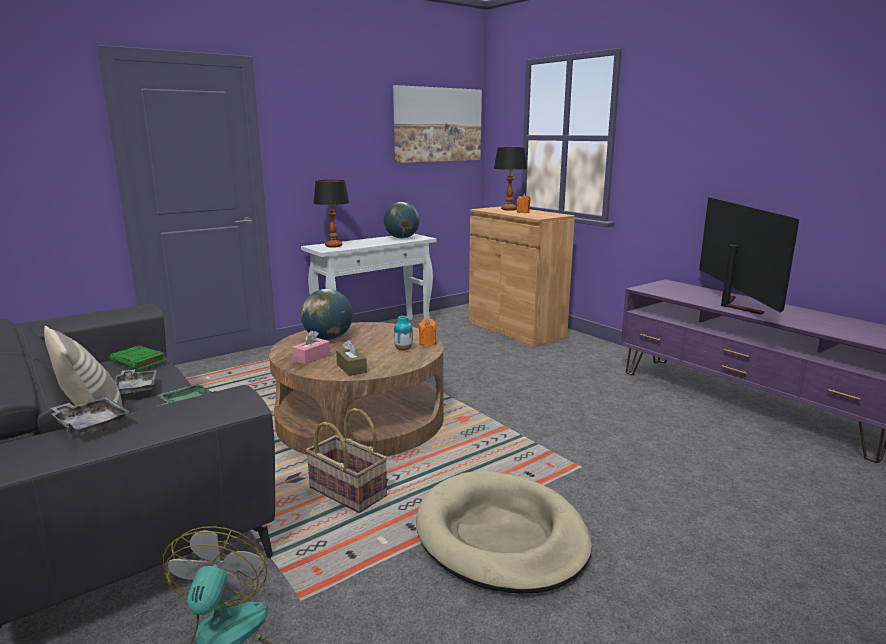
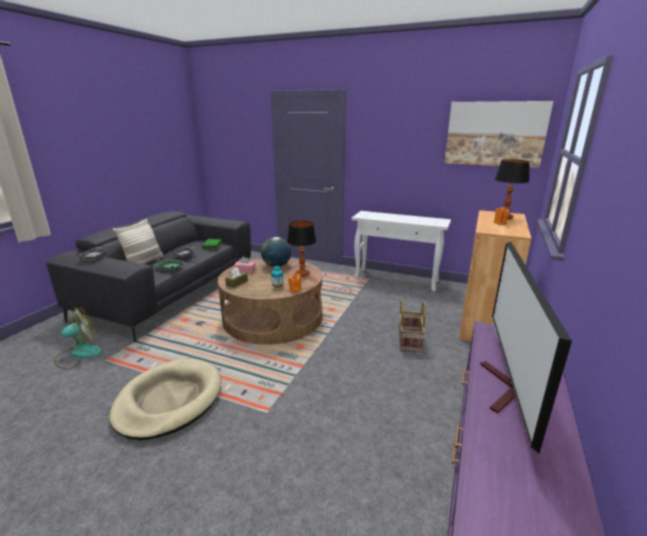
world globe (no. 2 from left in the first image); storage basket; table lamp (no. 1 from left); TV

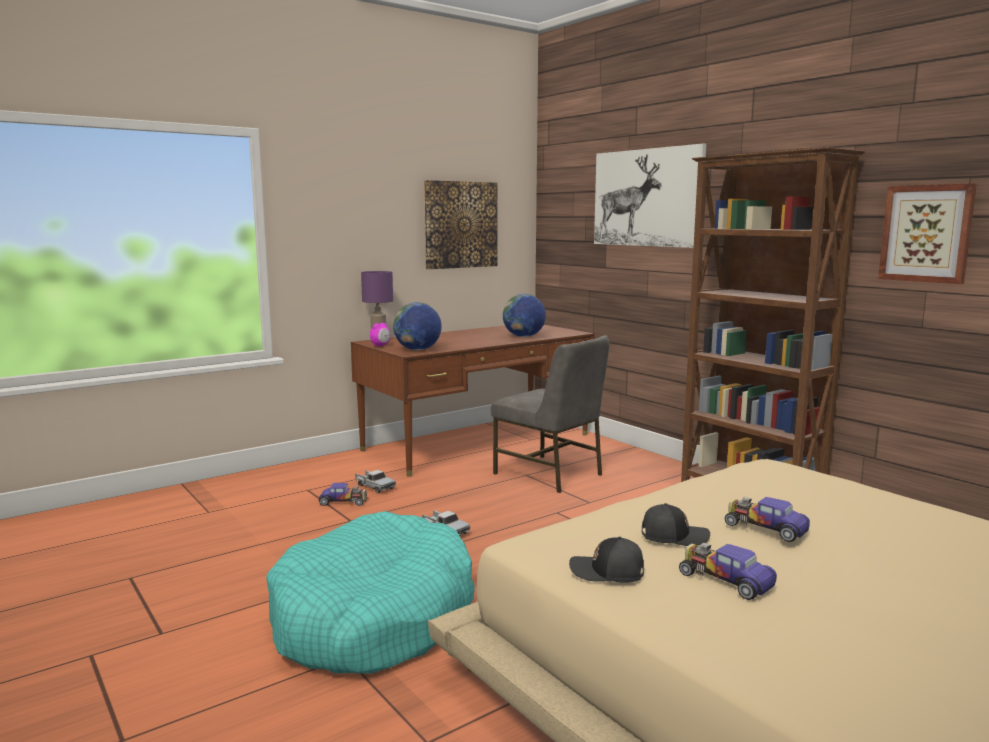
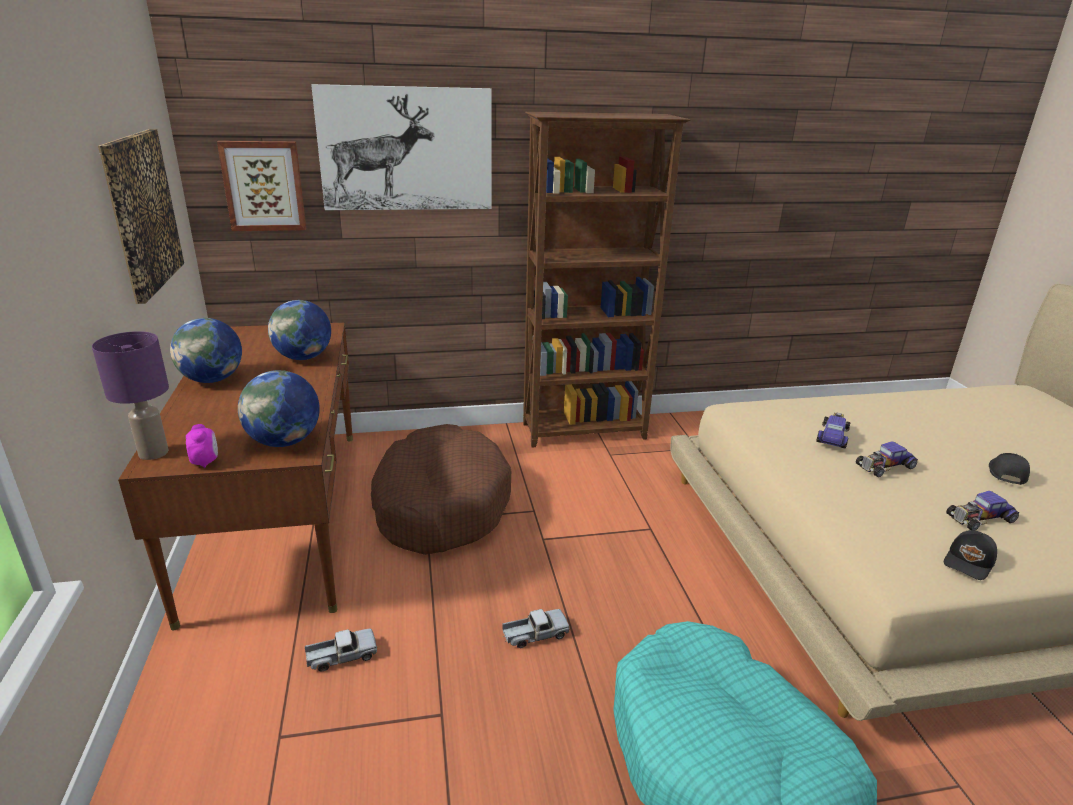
world globe (no. 1 from left); toy car (no. 1 from left); blackish cap (no. 2 from left); wall picture (no. 2 from left); brown dog bed

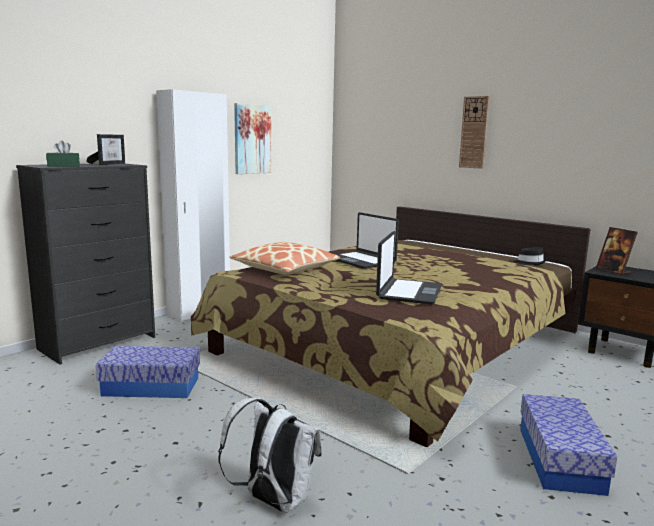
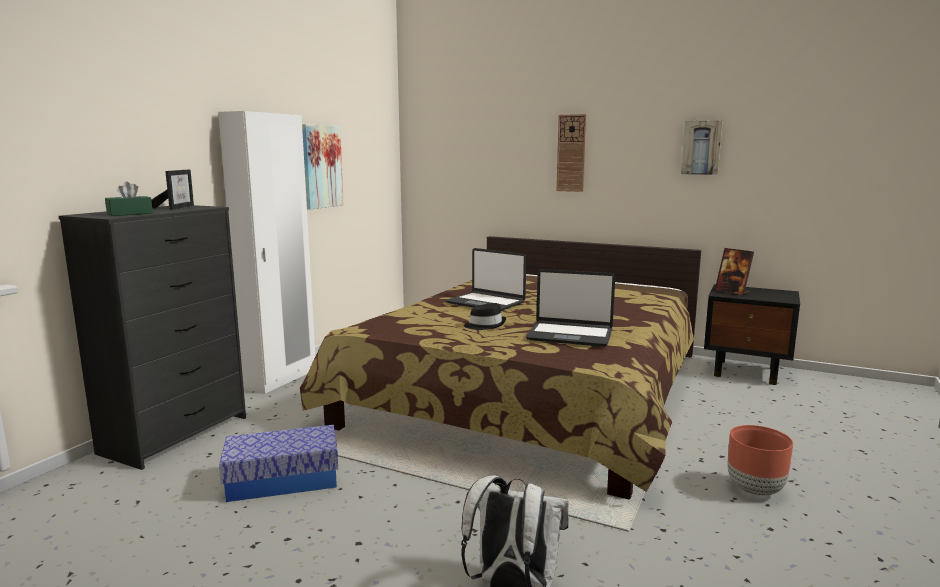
cushion; wall picture (no. 2 from left); blackish wearable hat; brown plant pot; portable computer (no. 2 from left)

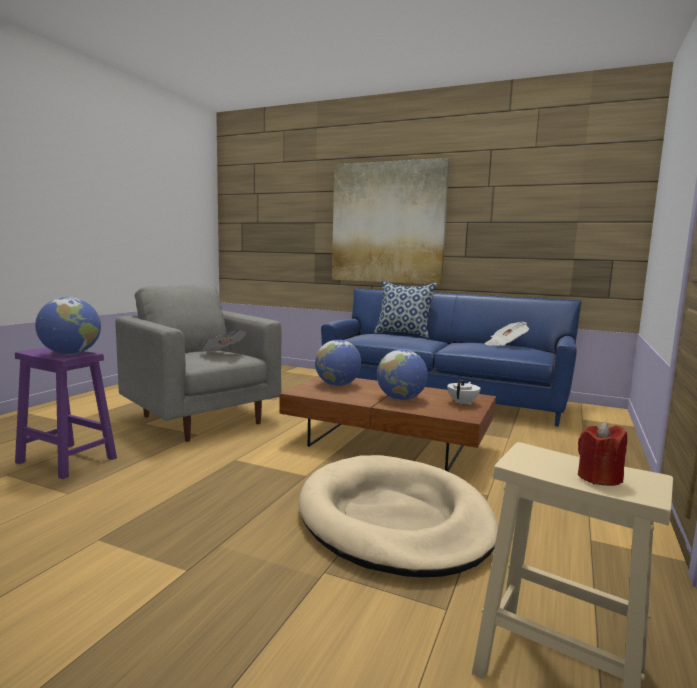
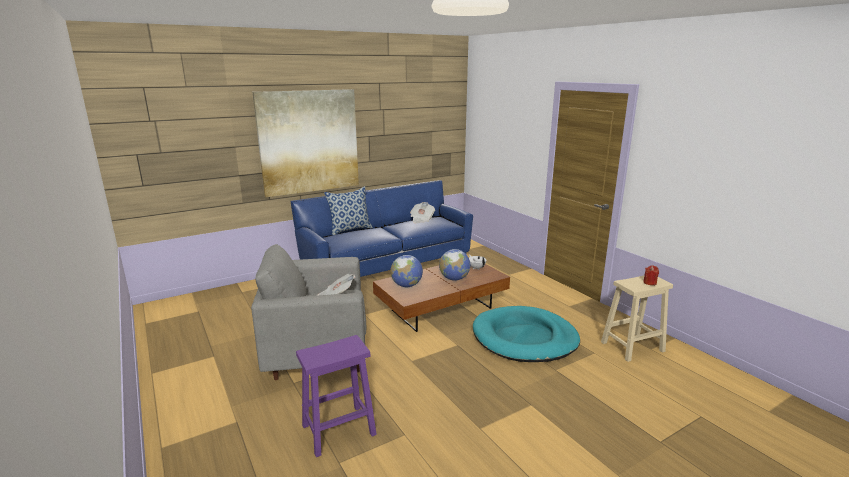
world globe (no. 1 from left in the first image); turquoise-coloured dog bed

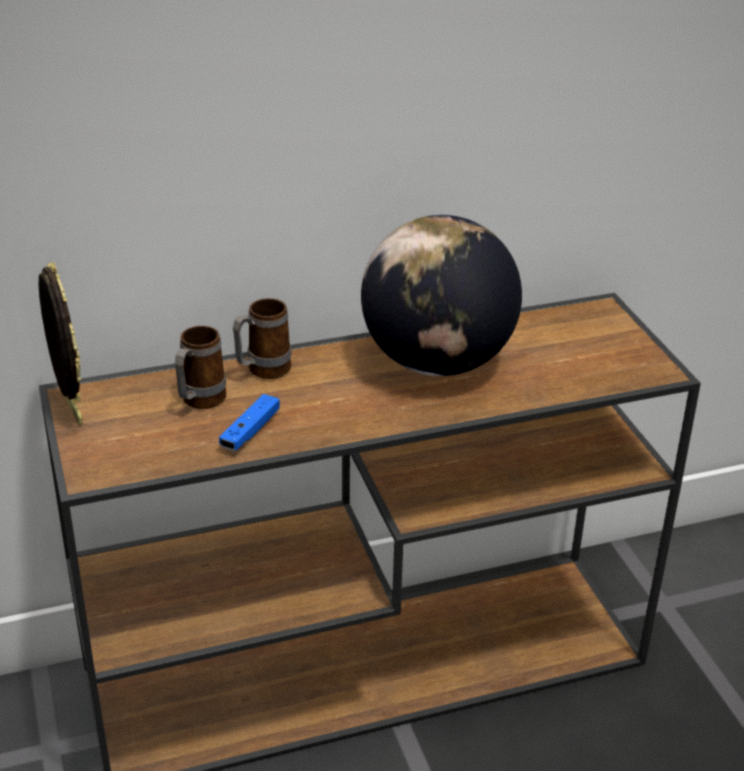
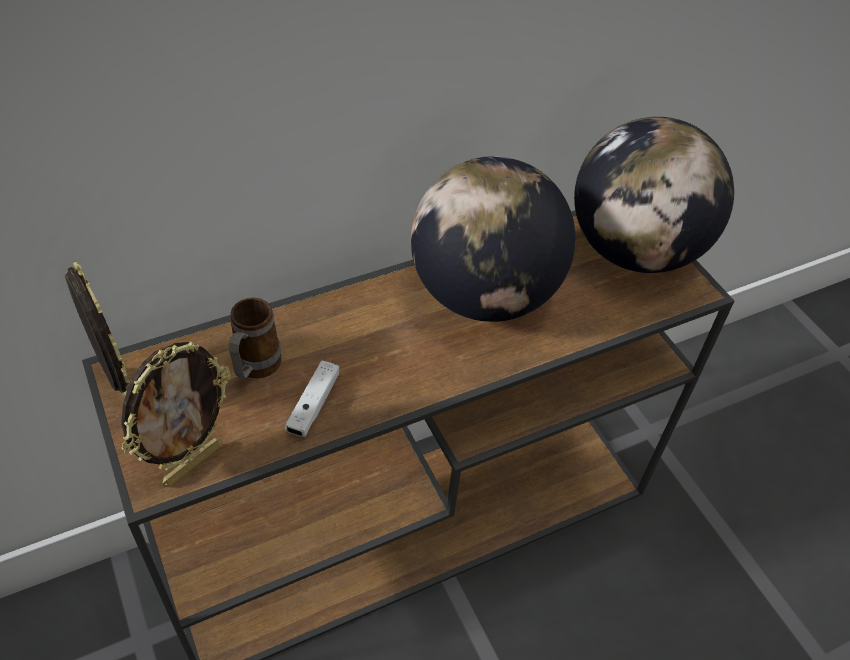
coffee mug (no. 2 from left in the first image); photo frame (no. 2 from left); world globe (no. 2 from left); white-coloured game controller

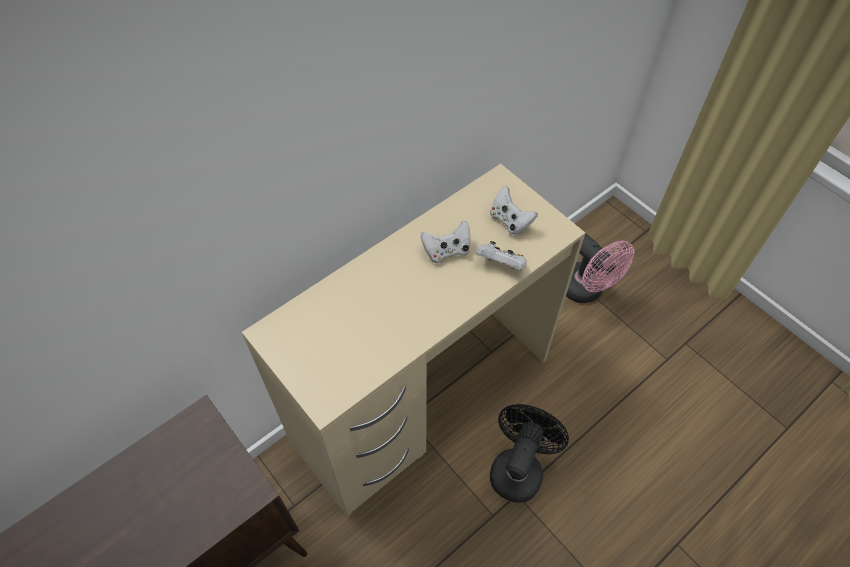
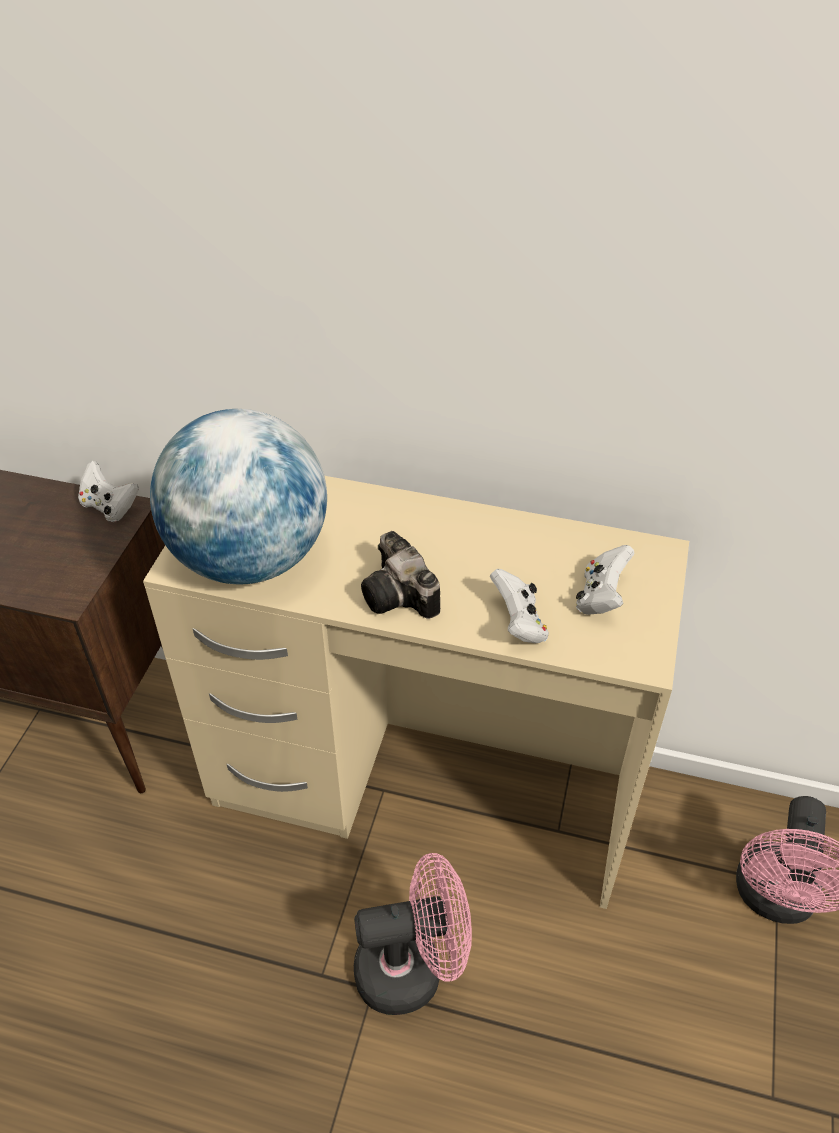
world globe; still camera; white-coloured game controller (no. 1 from left); pink fan (no. 1 from left)

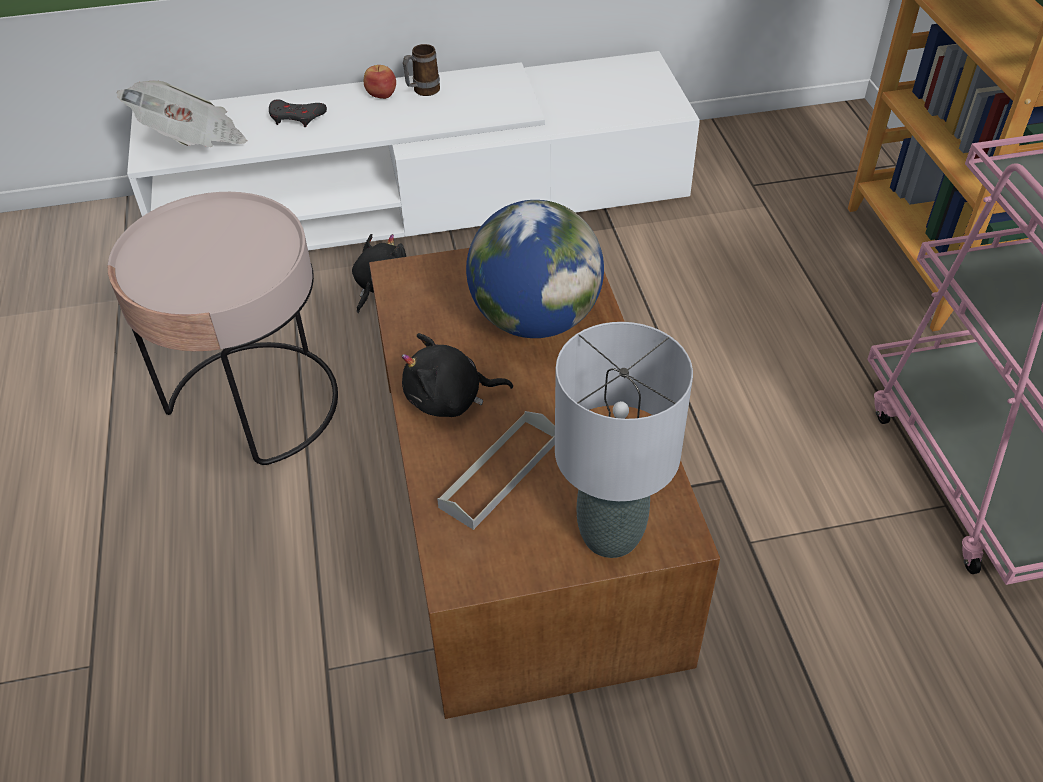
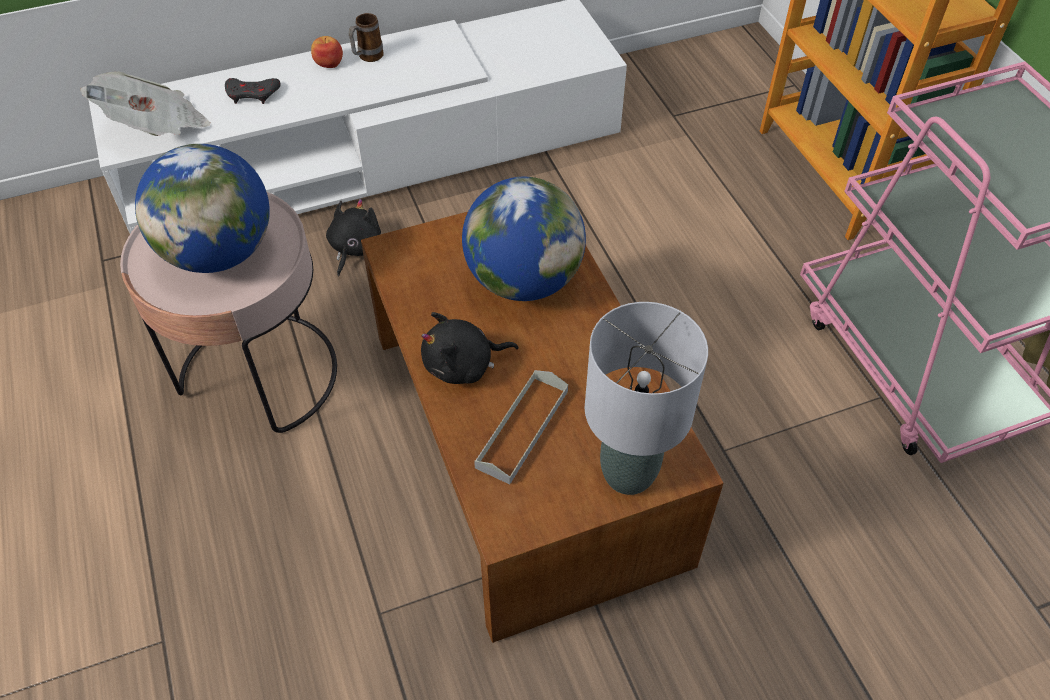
world globe (no. 1 from left)

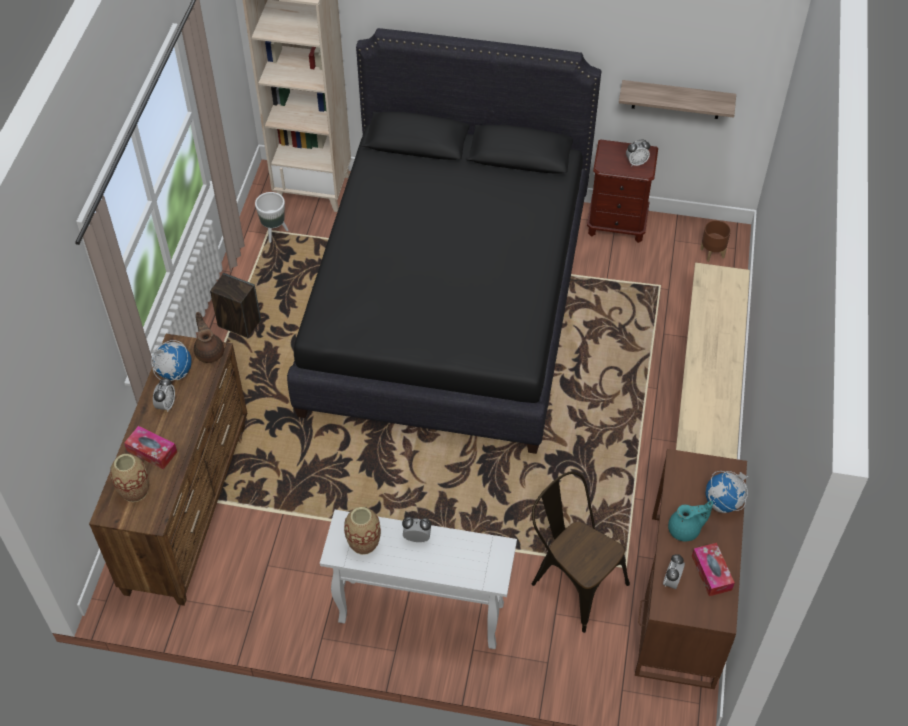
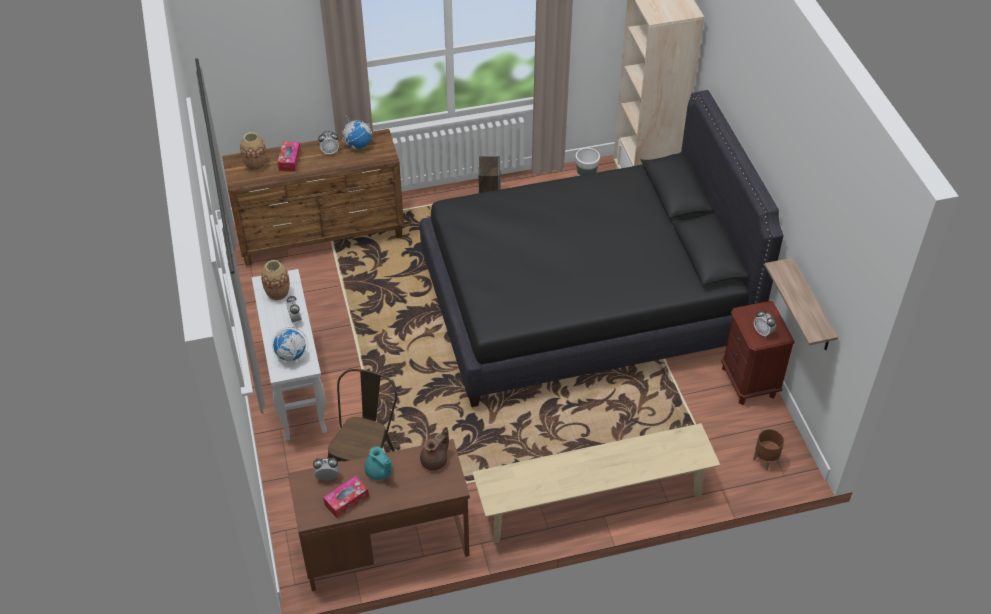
brown tea pot; world globe (no. 1 from left)

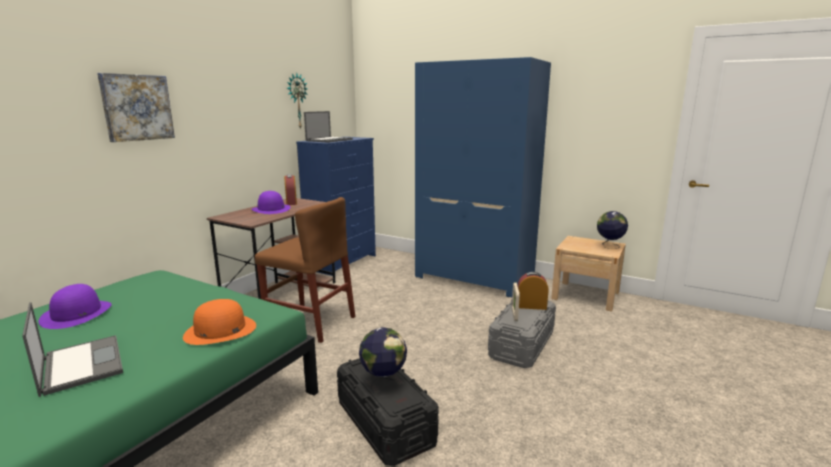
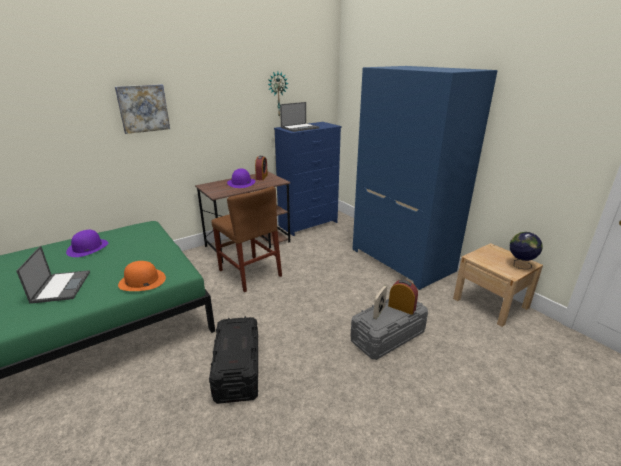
world globe (no. 1 from left in the first image)

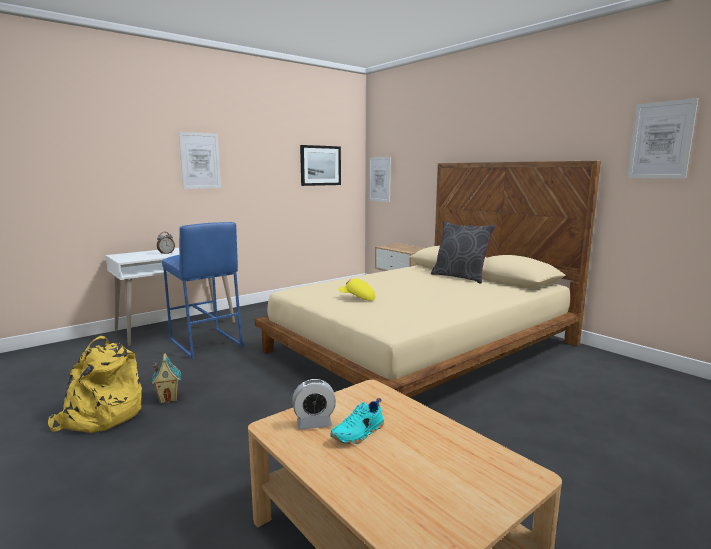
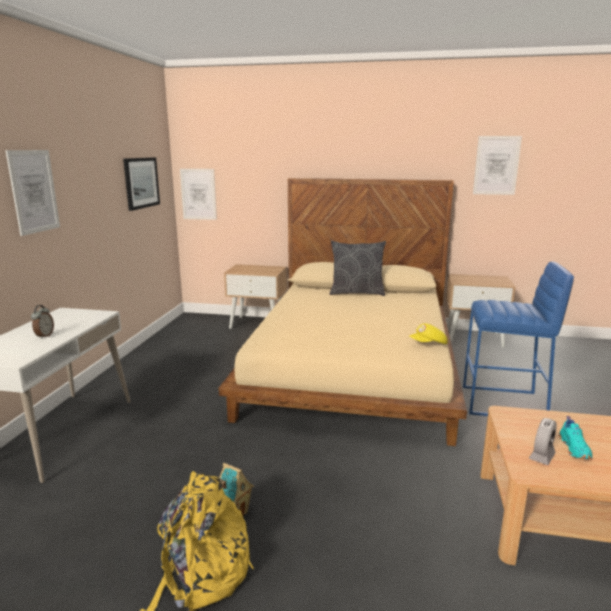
sand-coloured night table (no. 2 from left); bluish stool; yellow-coloured cap

